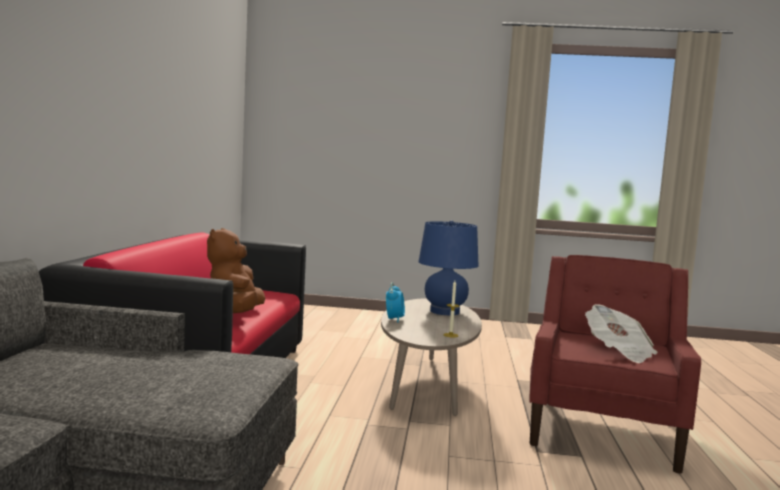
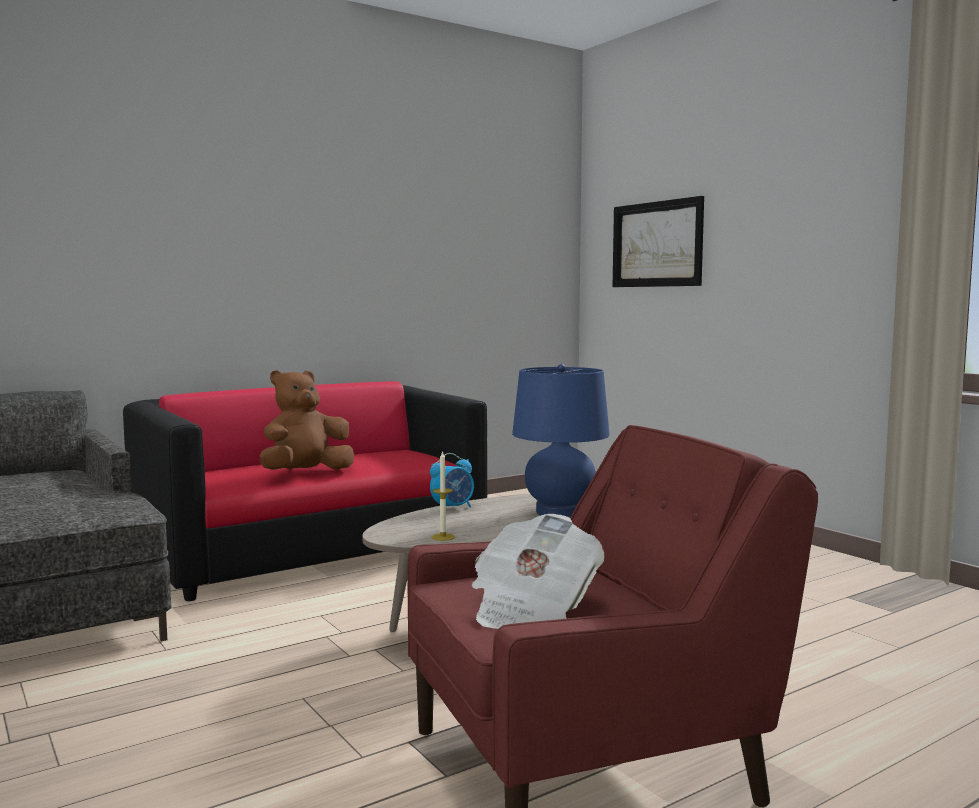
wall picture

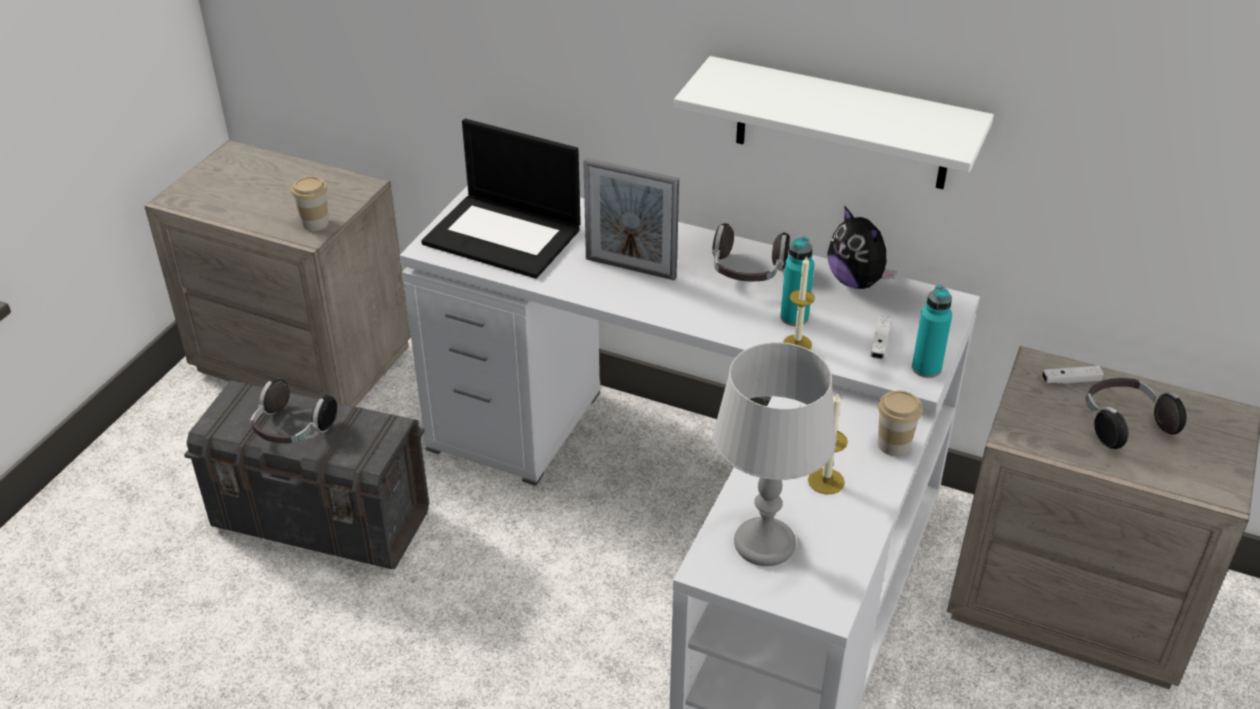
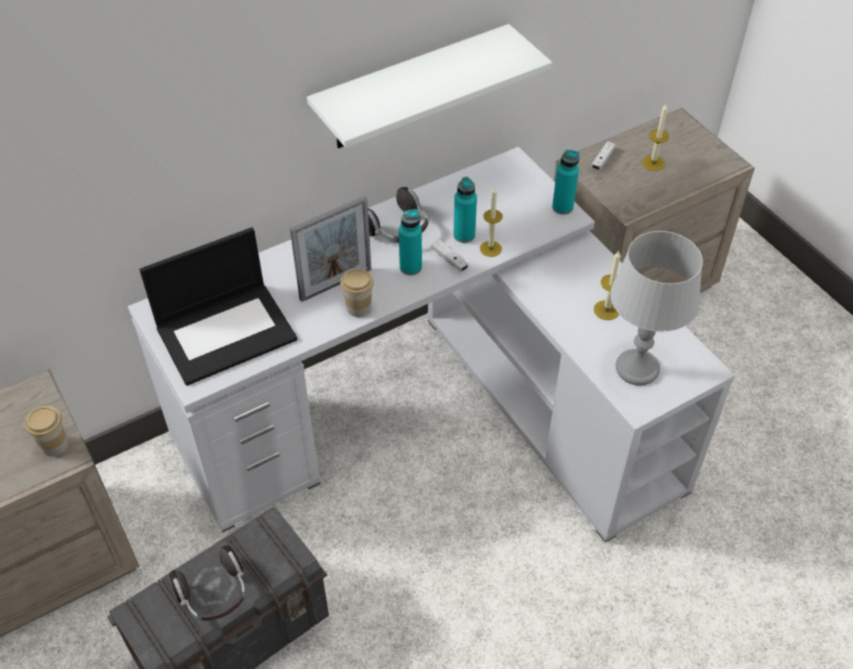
plush toy; turquoise-coloured bottle (no. 1 from left); white-coloured game controller (no. 1 from left); small cup (no. 2 from left); wax light (no. 3 from left)

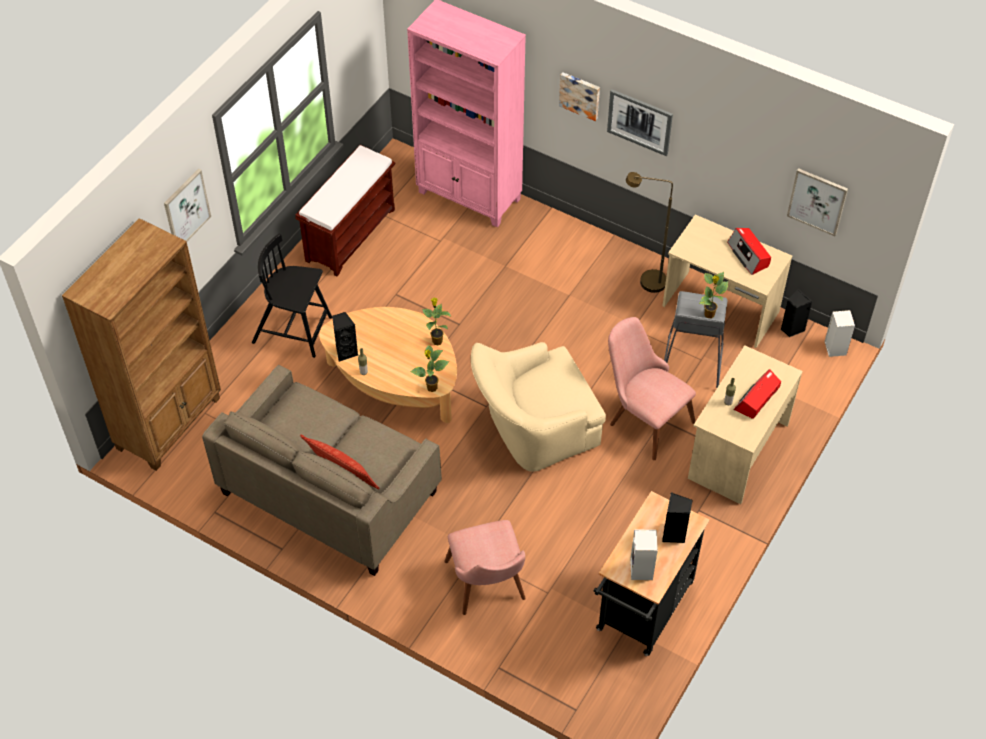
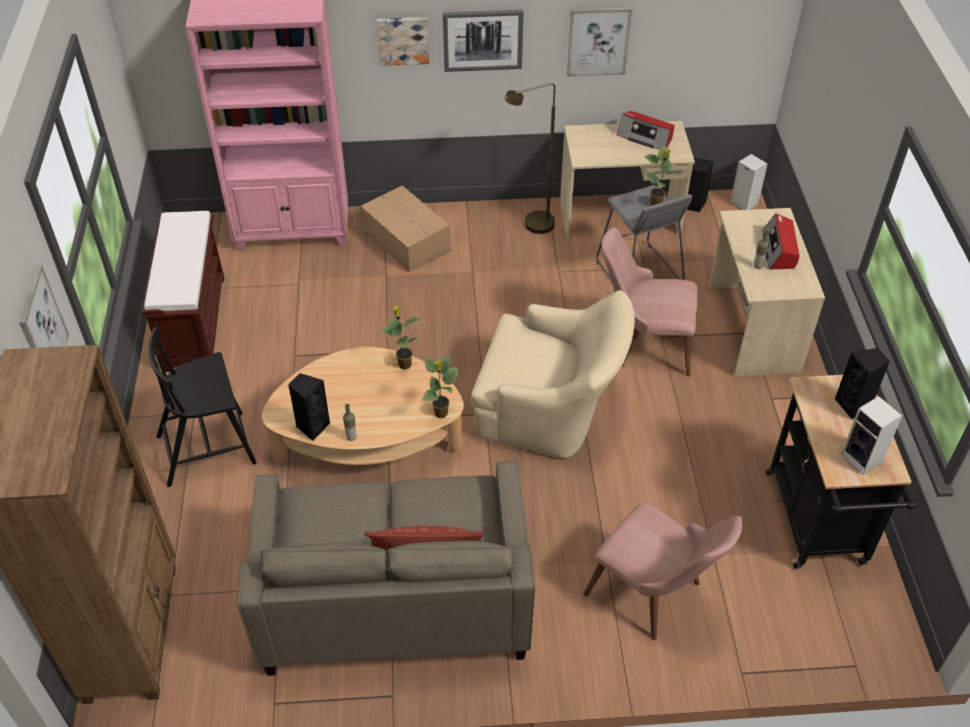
carton; wall picture (no. 4 from left); sand-coloured easy chair

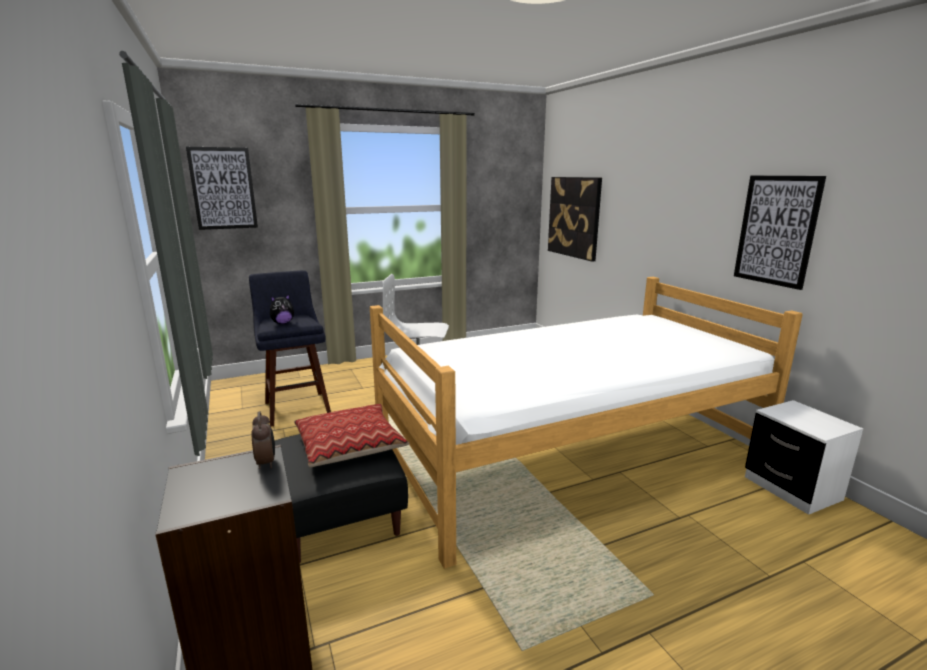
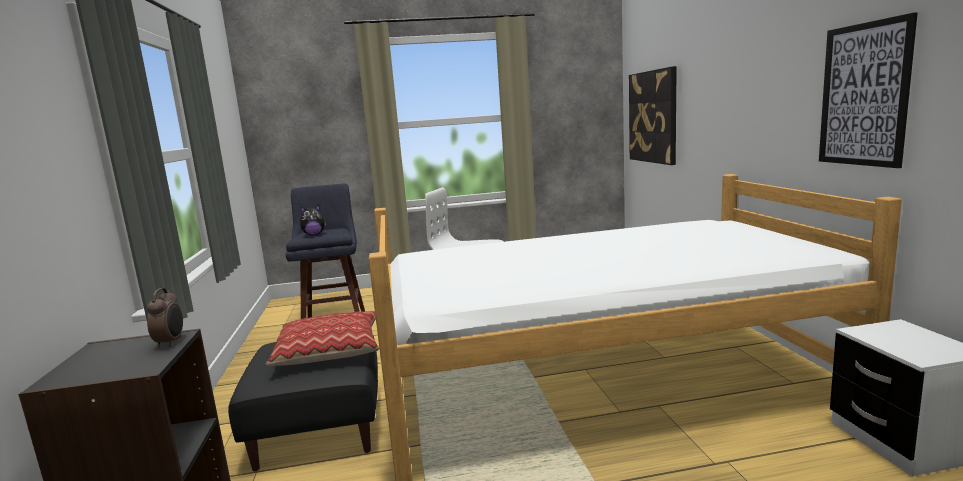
wall picture (no. 1 from left in the first image)

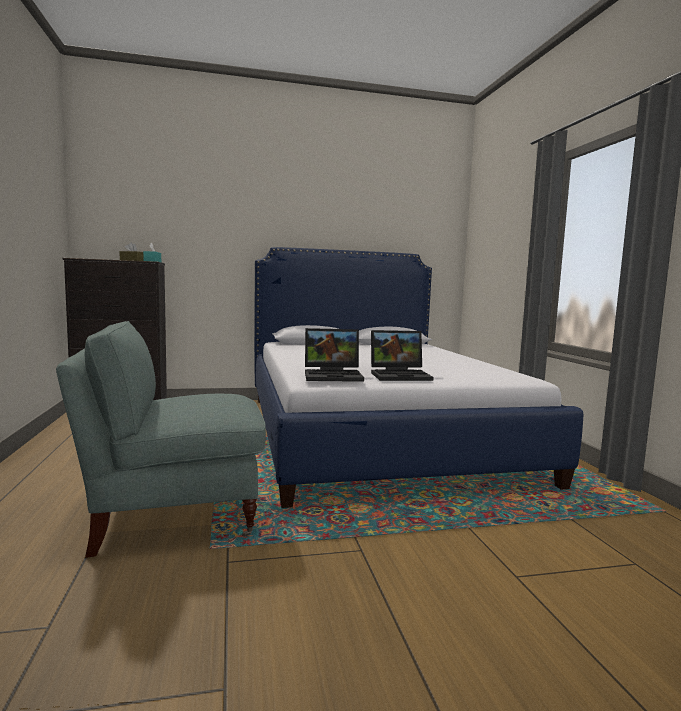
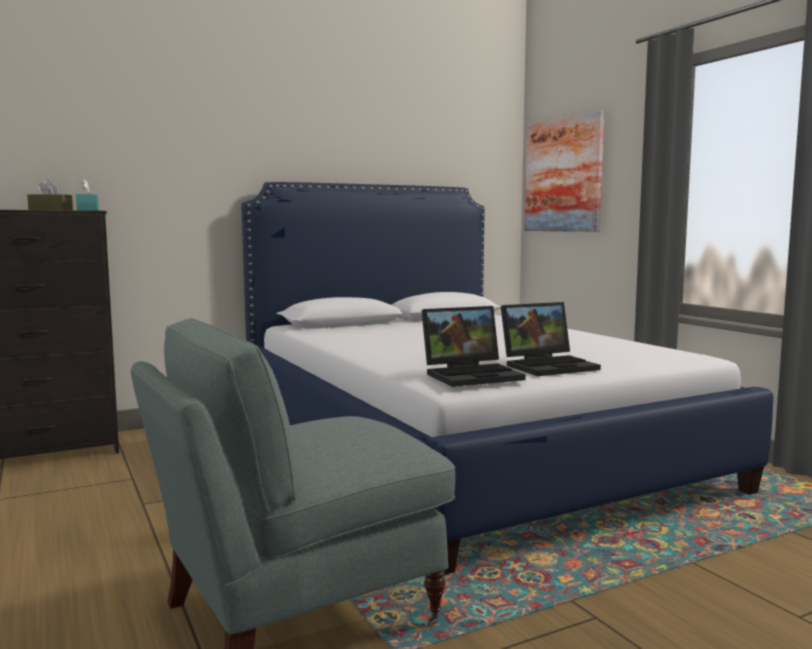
wall picture

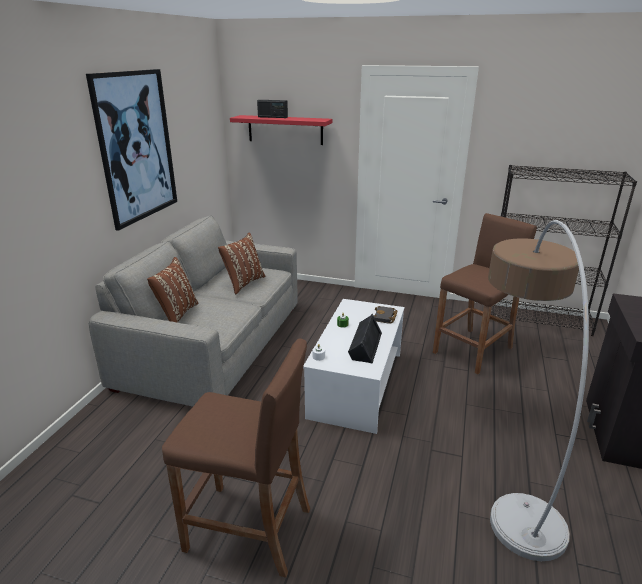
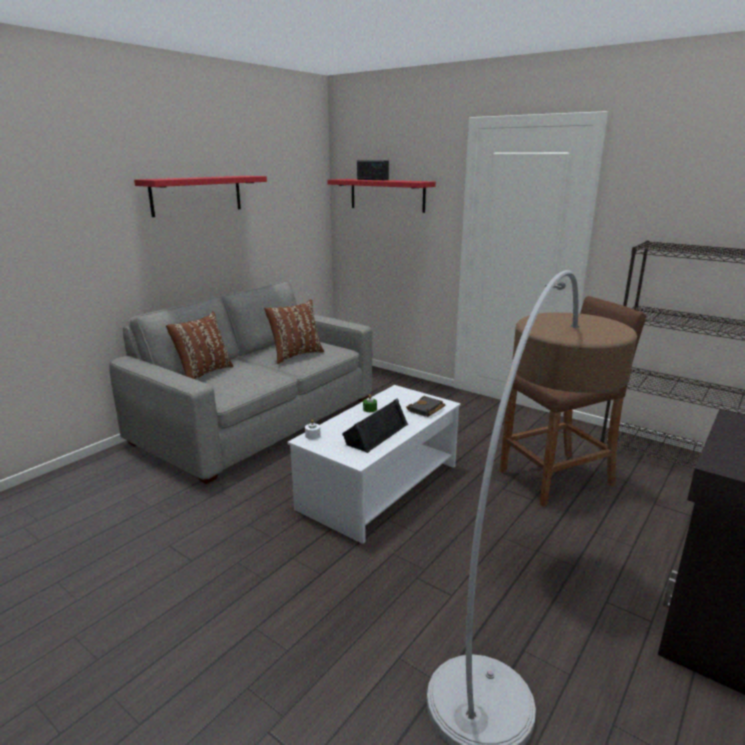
brown stool (no. 1 from left in the first image); red wall shelf (no. 1 from left)

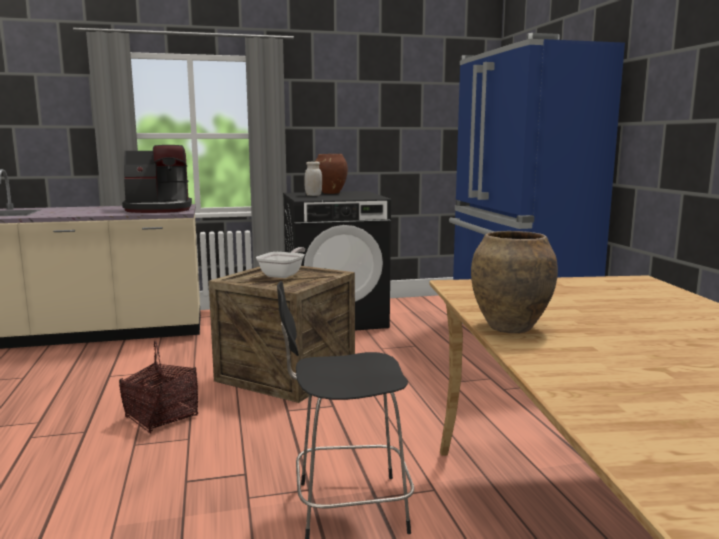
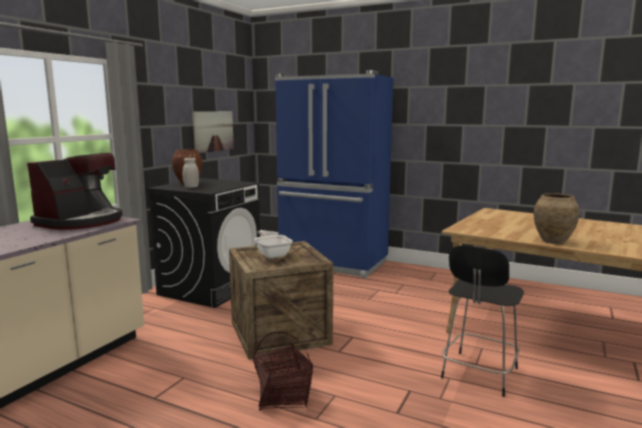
wall picture

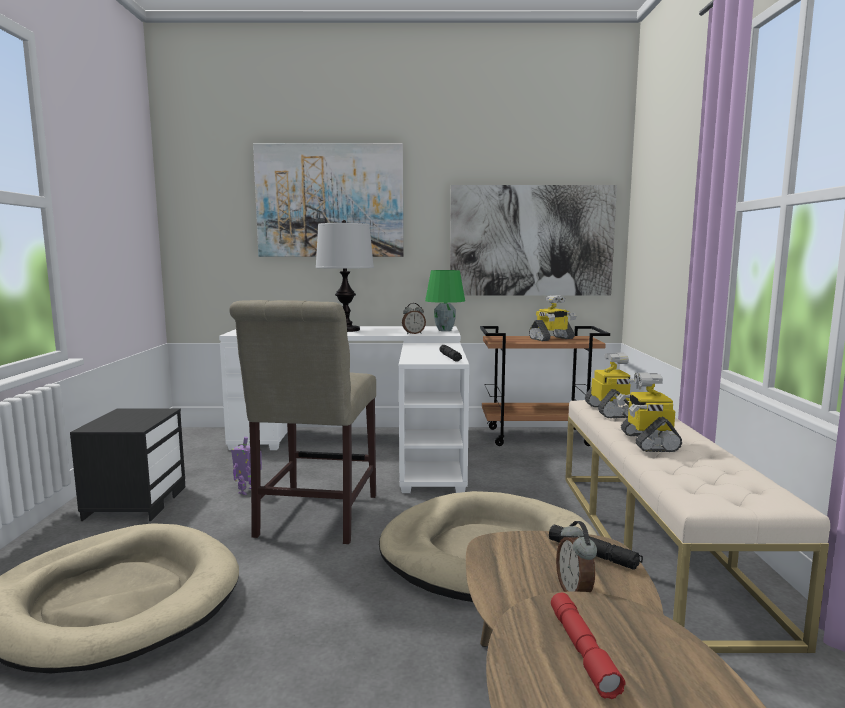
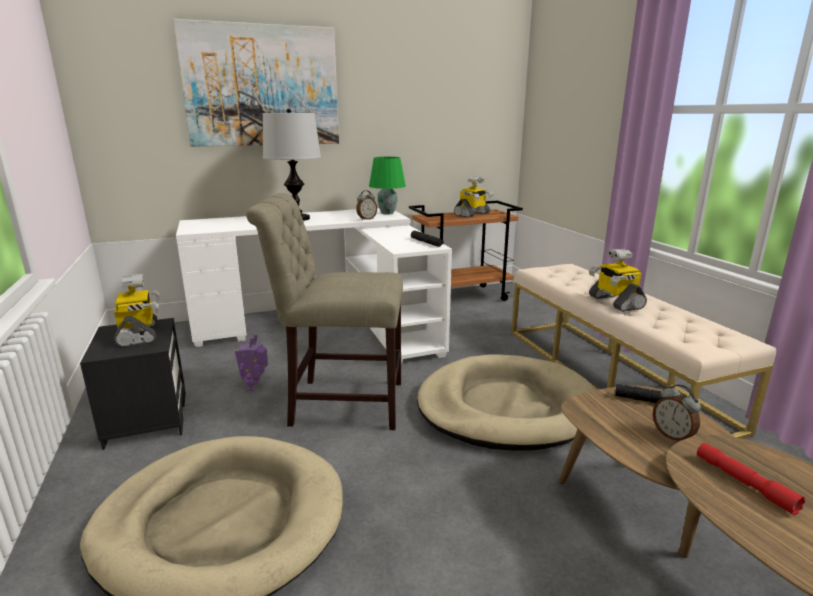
wall picture (no. 2 from left in the first image); model robot (no. 1 from left); sand-coloured chair

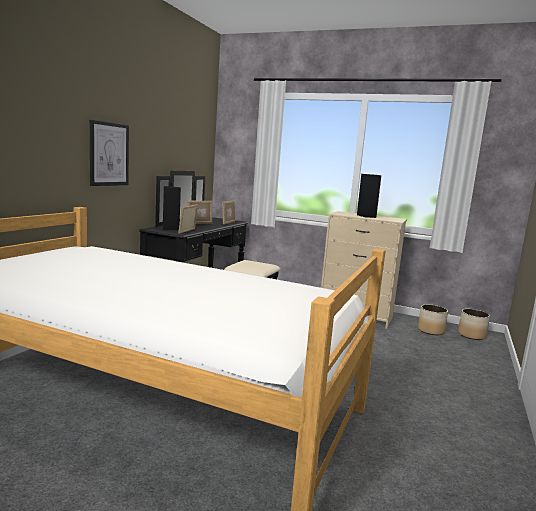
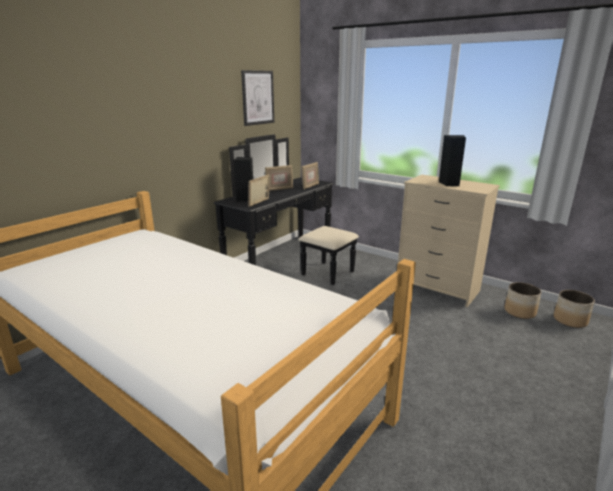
wall picture

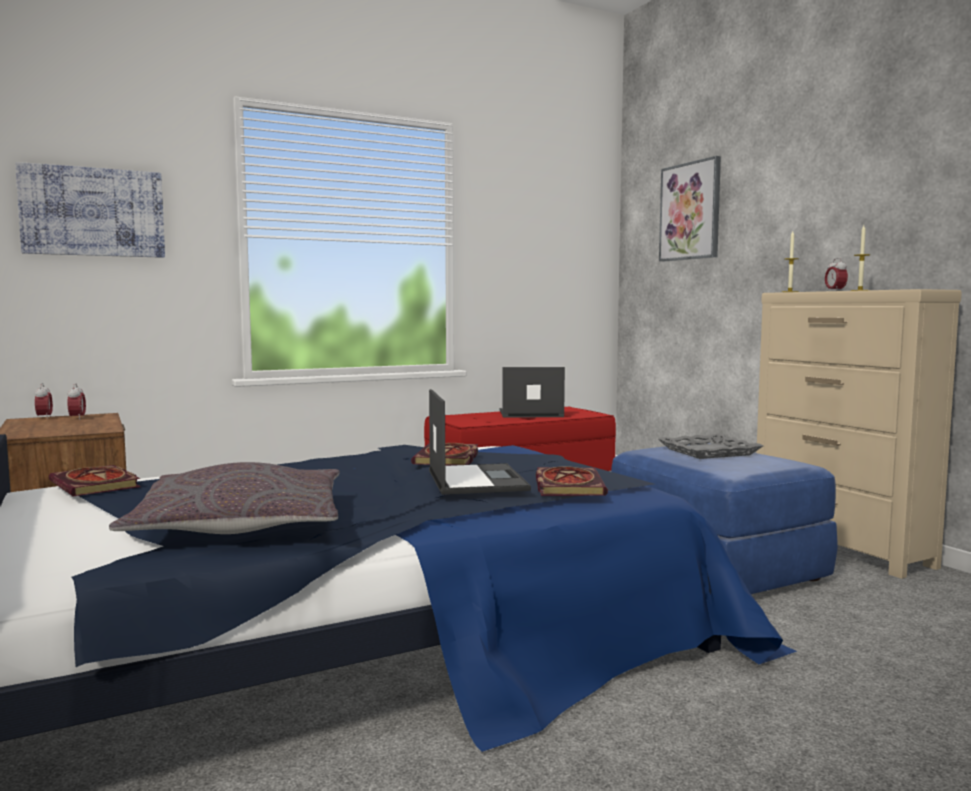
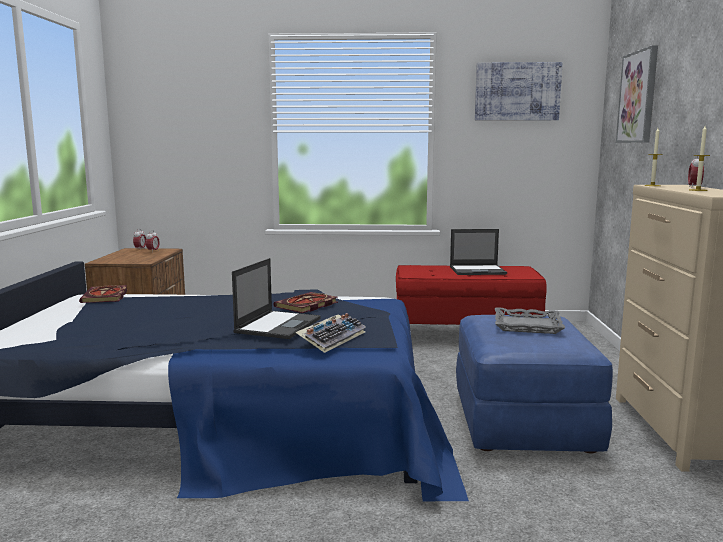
greyish cushion; wall picture (no. 1 from left); keyboard; portable computer (no. 2 from left)

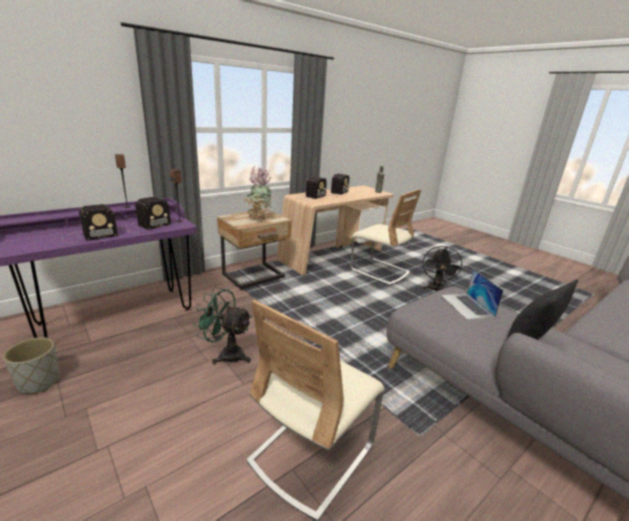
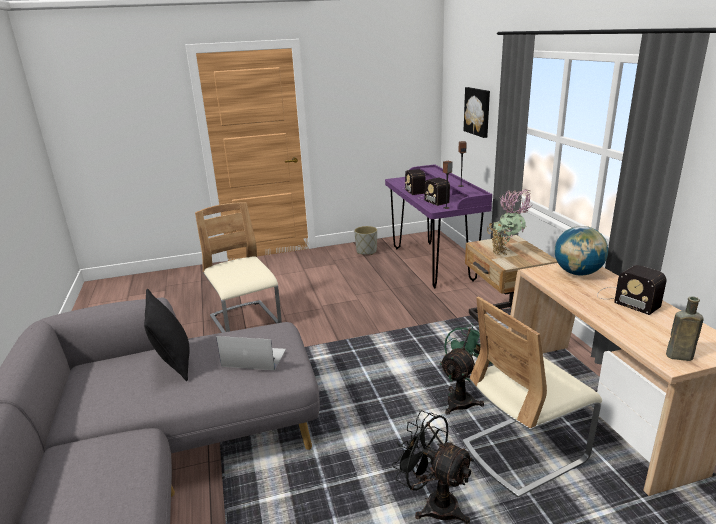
wall picture; greenish fan; world globe

